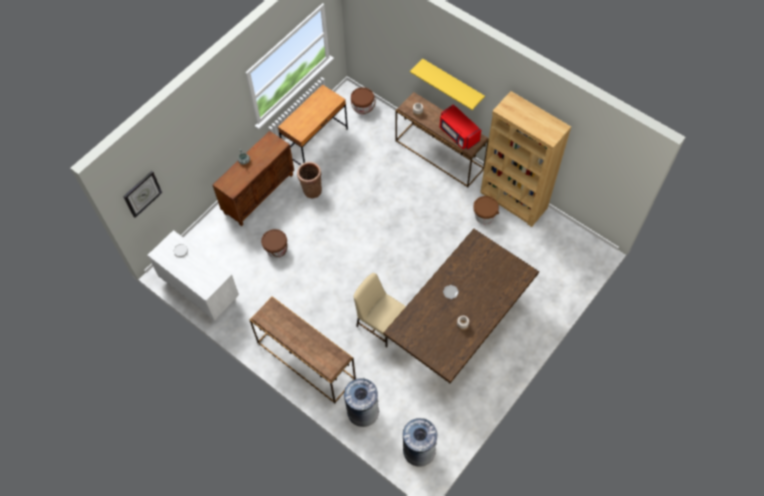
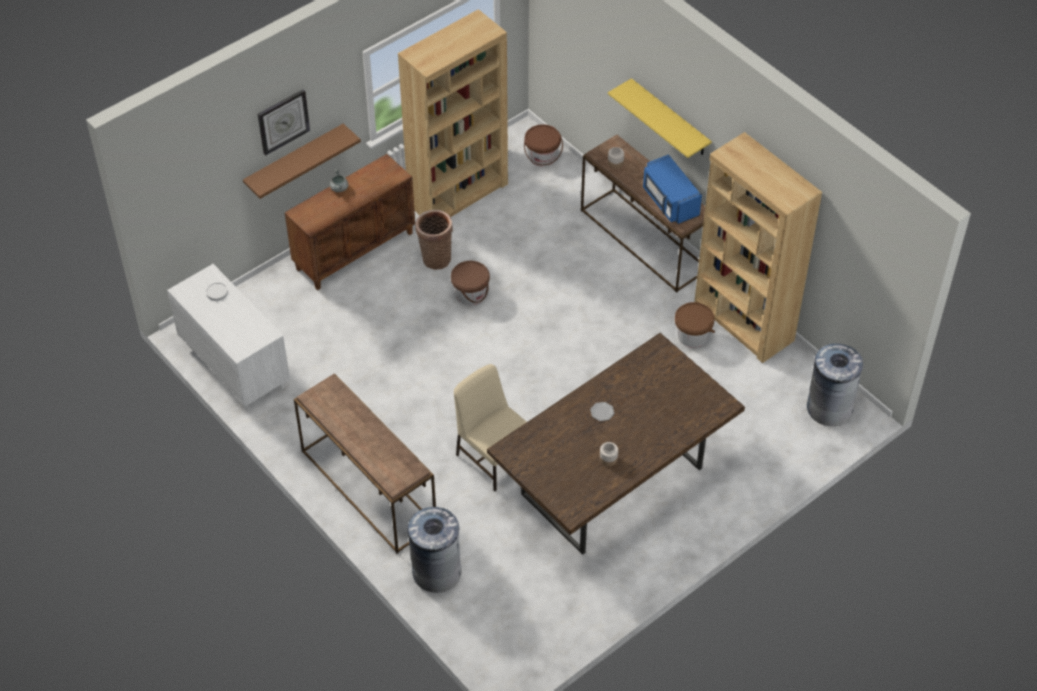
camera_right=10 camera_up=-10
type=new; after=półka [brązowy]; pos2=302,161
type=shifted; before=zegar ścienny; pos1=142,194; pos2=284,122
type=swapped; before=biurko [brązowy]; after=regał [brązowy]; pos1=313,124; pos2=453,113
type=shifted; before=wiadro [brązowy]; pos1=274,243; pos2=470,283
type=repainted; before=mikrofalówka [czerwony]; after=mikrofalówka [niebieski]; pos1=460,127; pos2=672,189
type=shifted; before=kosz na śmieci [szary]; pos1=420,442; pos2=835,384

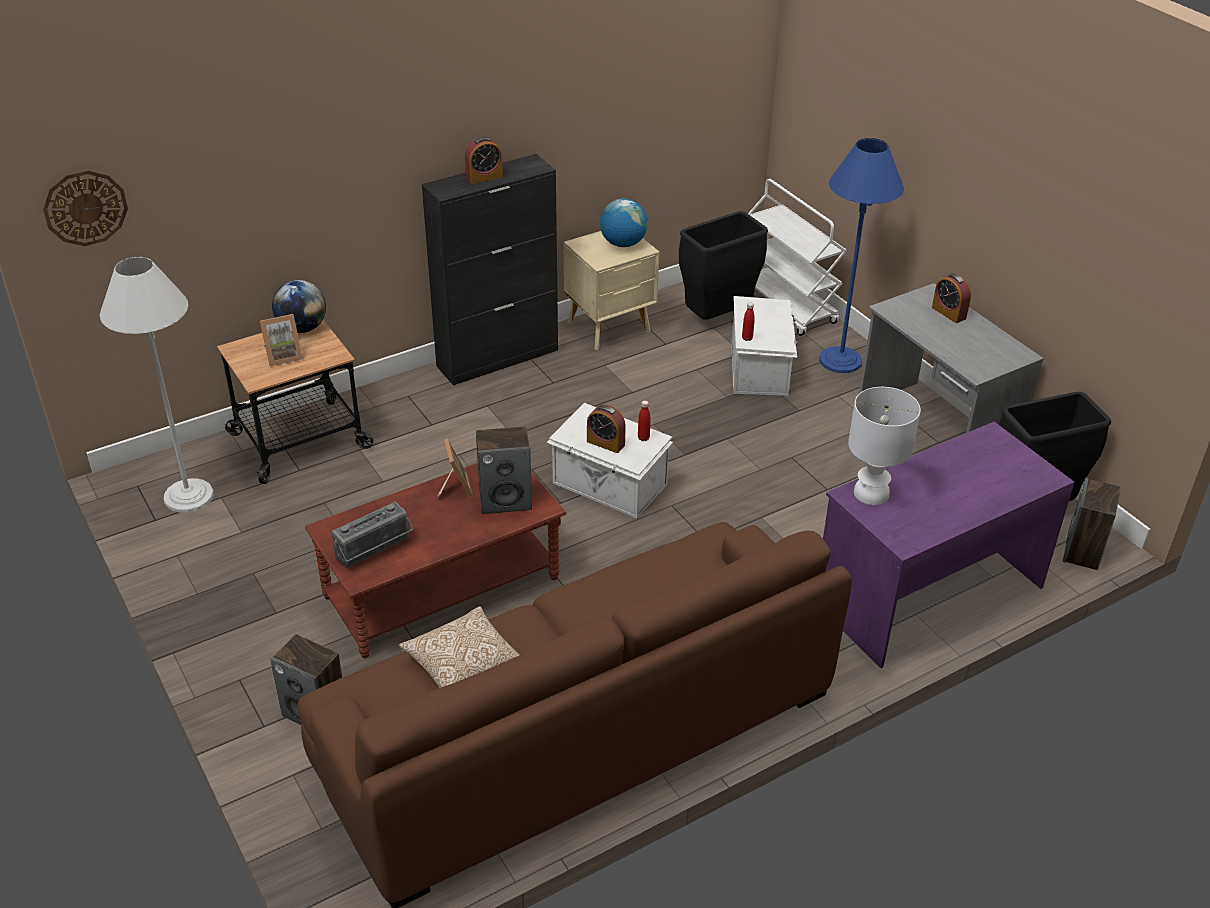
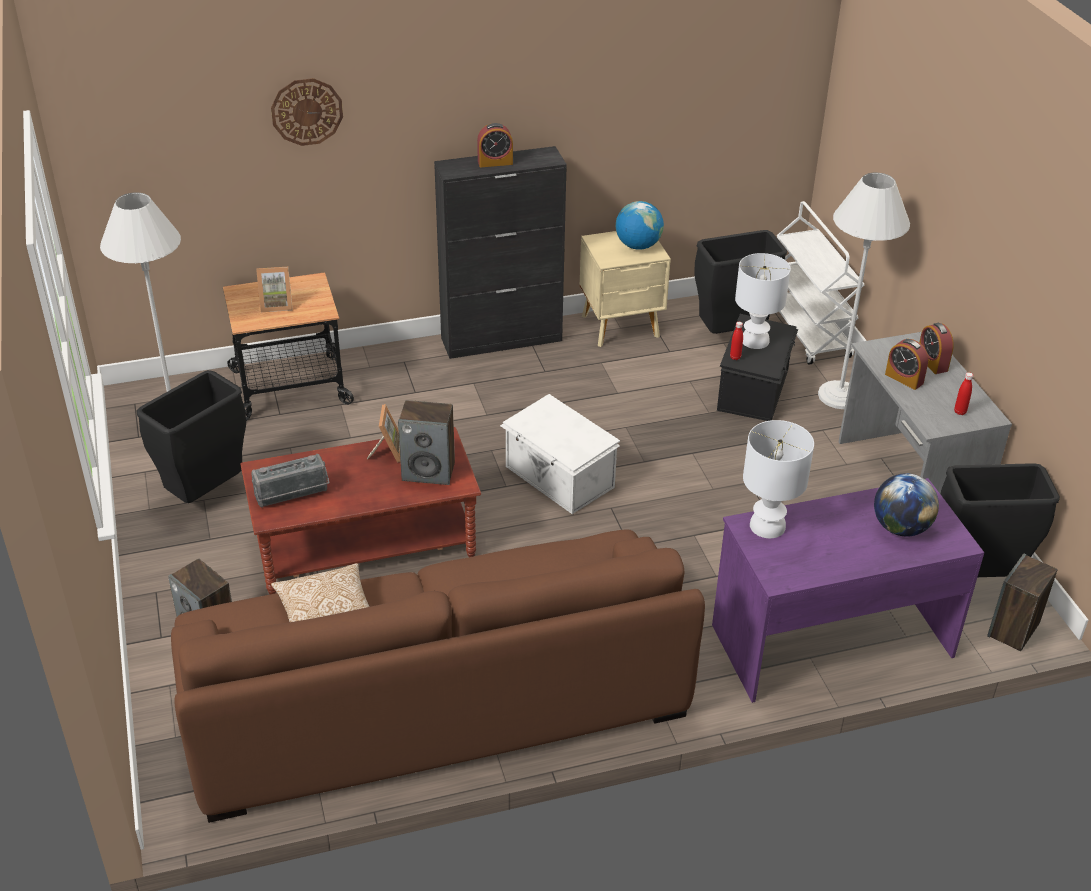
camera_right=15 camera_up=0
type=new; after=kosz na śmieci [czarny]; pos2=191,436
type=shifted; before=zegar ścienny; pos1=85,208; pos2=307,112
type=repainted; before=pojemnik do przechowywania [biały]; after=pojemnik do przechowywania [czarny]; pos1=764,346; pos2=757,367
type=new; after=lampa stołowa [biały]; pos2=763,301
type=repainted; before=lampa stojąca [niebieski]; after=lampa stojąca [biały]; pos1=861,255; pos2=864,291
type=shifted; before=globus; pos1=299,306; pos2=906,505
type=shifted; before=budzik; pos1=606,428; pos2=907,364
type=shifted; before=butelka [czerwony]; pos1=644,420; pos2=963,393

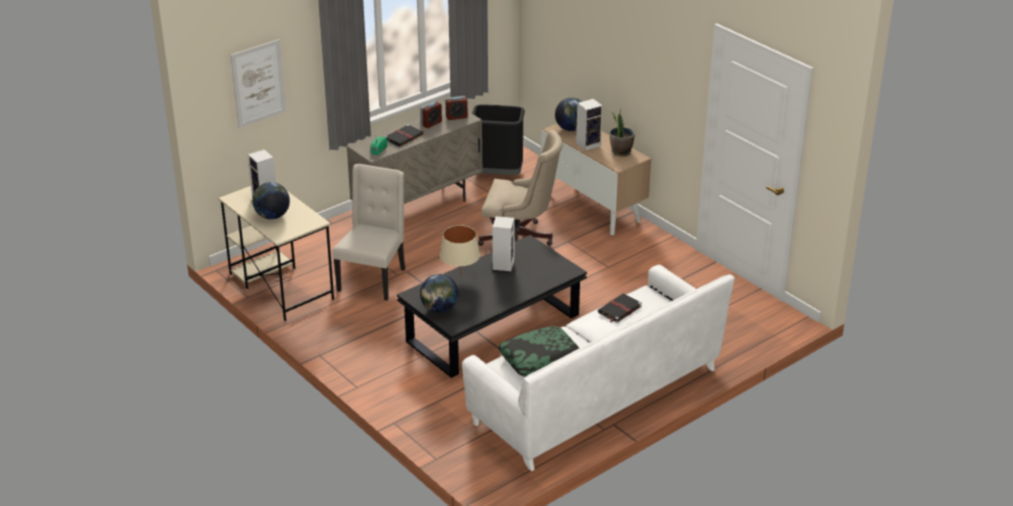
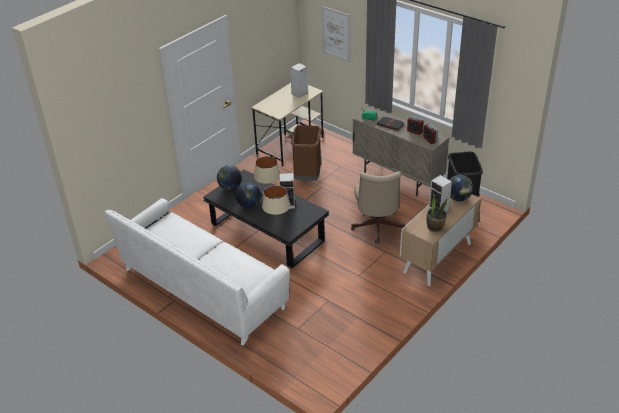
camera_right=80 camera_up=5
type=shifted; before=globus; pos1=271,200; pos2=248,195
type=new; after=lampa stołowa [beżowy]; pos2=276,200
type=swapped; before=krzesło [beżowy]; after=kosz na śmieci [brązowy]; pos1=368,232; pos2=306,152
type=gone; before=poduszka; pos1=538,351
type=gone; before=książka [czarny]; pos1=620,308

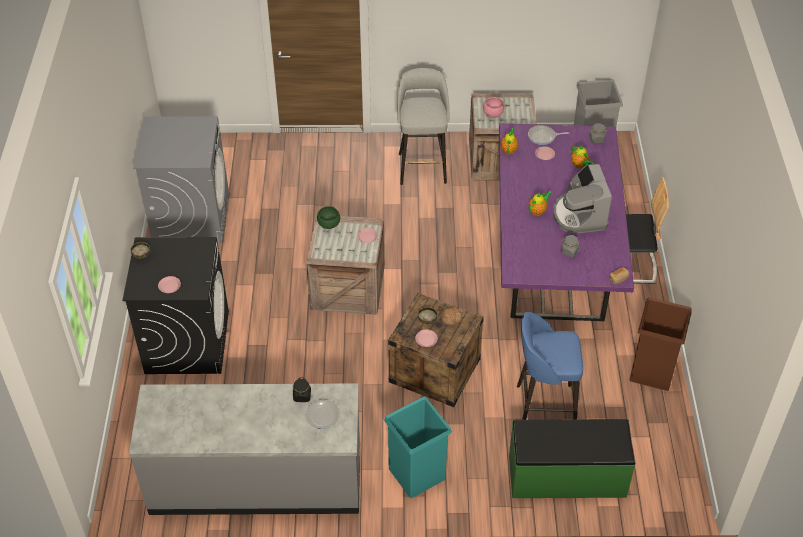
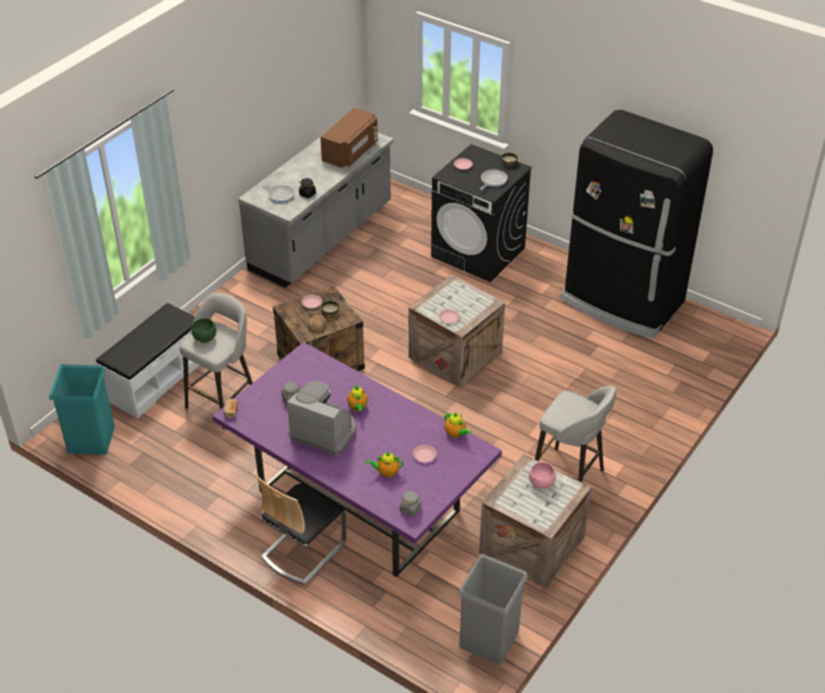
camera_right=125 camera_up=-5
type=shifted; before=kosz na śmieci [turkusowy]; pos1=418,447; pos2=82,409
type=repainted; before=ławka [zielony]; after=ławka [biały]; pos1=572,458; pos2=148,360
type=repainted; before=stołek [niebieski]; after=stołek [szary]; pos1=550,366; pos2=216,361
type=shifted; before=miska [zielony]; pos1=328,217; pos2=204,330
type=new; after=mikrofalówka [brązowy]; pos2=349,137
type=shifted; before=patelnia; pos1=548,135; pos2=494,179
type=swapped; before=pralka [szary]; after=lodówka [czarny]; pos1=181,179; pos2=637,224
type=gone; before=kosz na śmieci [brązowy]; pos1=661,344

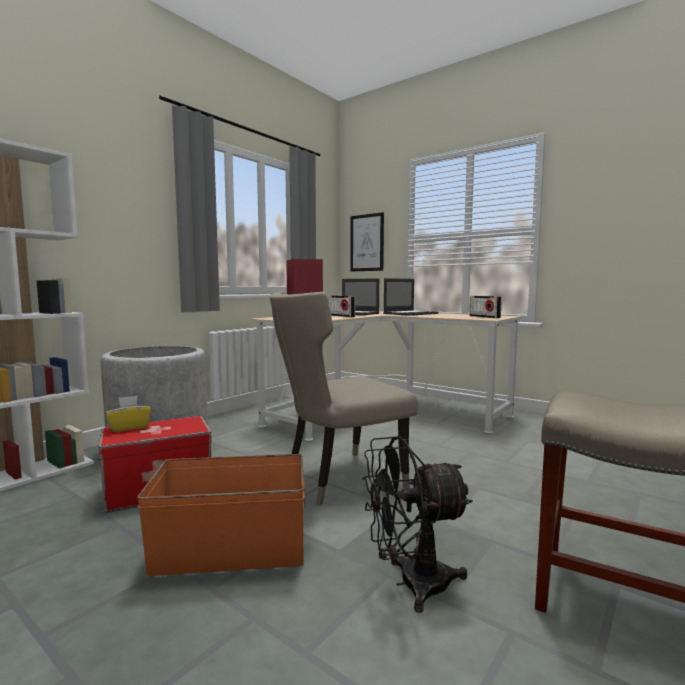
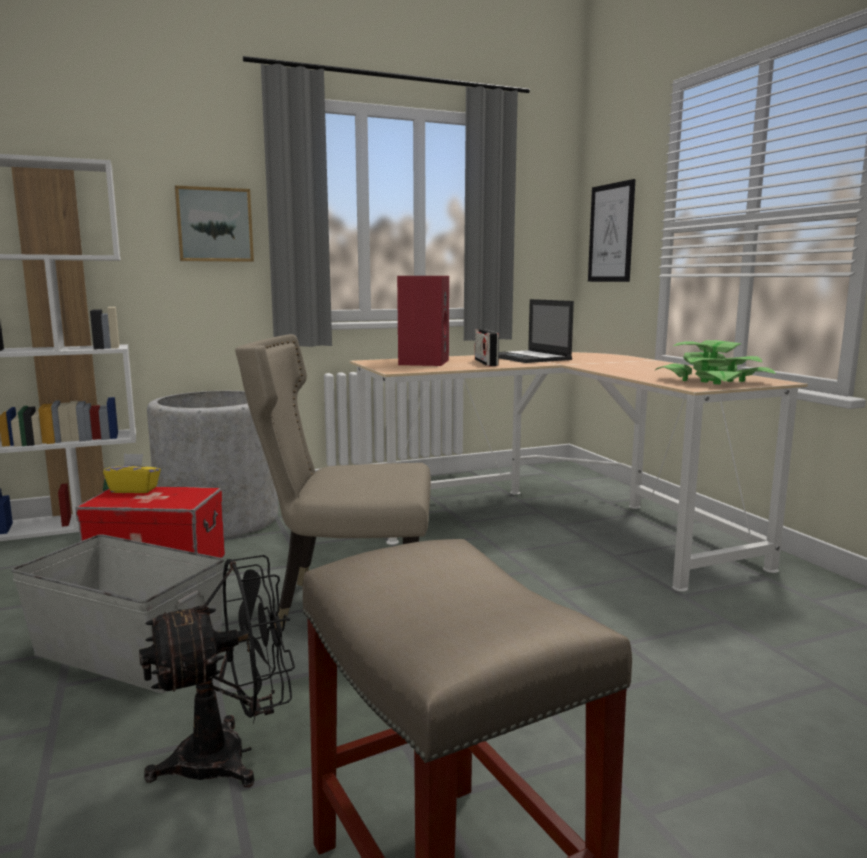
camera_right=30 camera_up=5
type=repainted; before=pojemnik do przechowywania [pomarańczowy]; after=pojemnik do przechowywania [szary]; pos1=221,515; pos2=117,613
type=rotated; before=wentylator [czarny]; pos1=417,524; pos2=217,671; turn=135
type=new; after=obraz; pos2=214,224
type=swapped; before=radio; after=roślina doniczkowa; pos1=486,307; pos2=715,362
type=gone; before=laptop; pos1=410,297

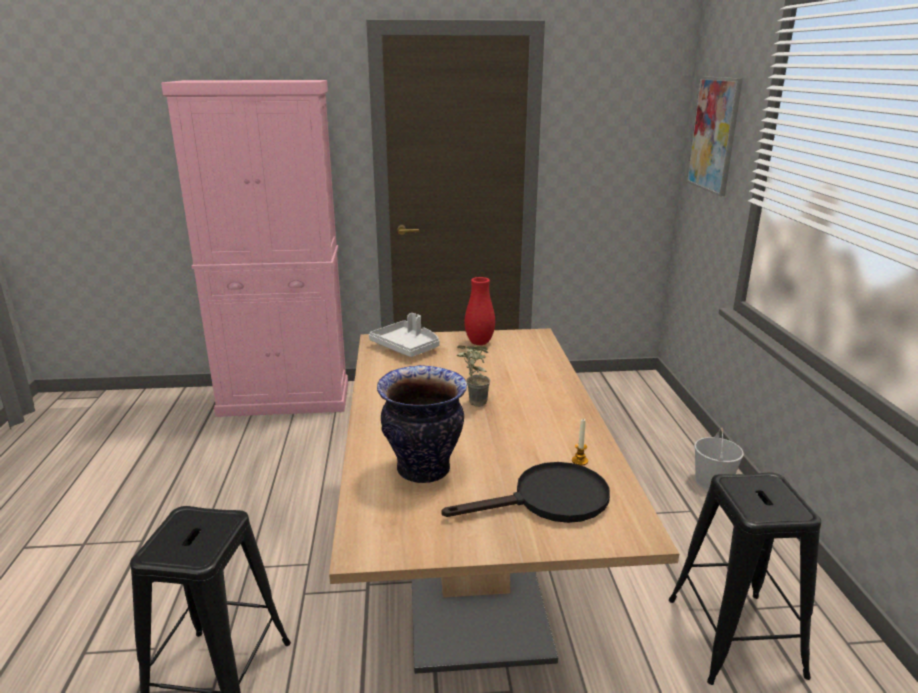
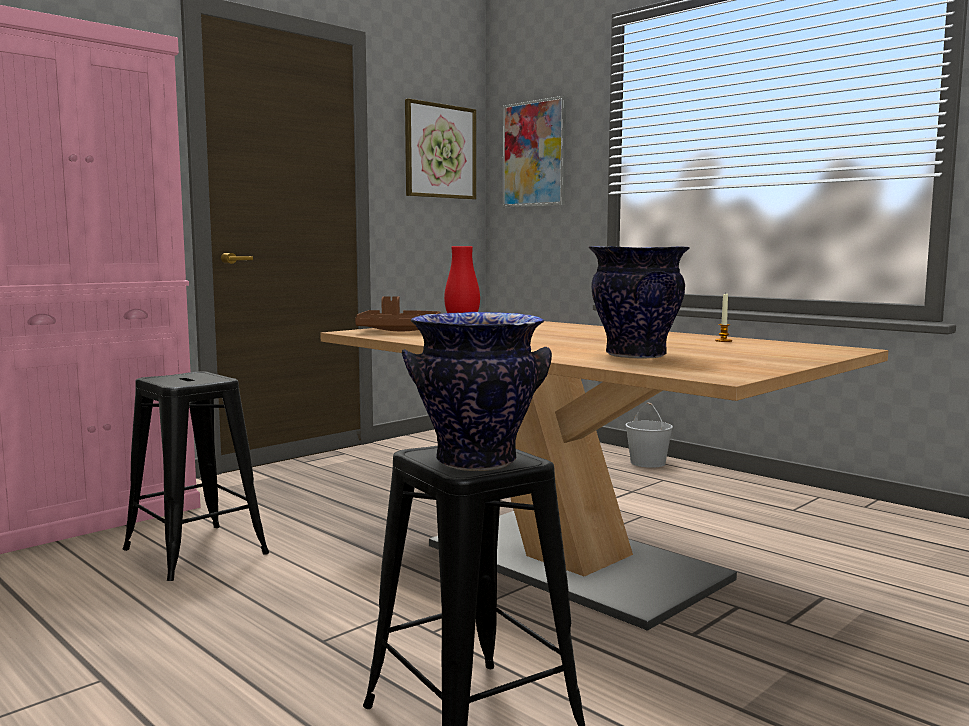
camera_right=-40 camera_up=-15
type=shifted; before=stołek [czarny]; pos1=745,578; pos2=196,476
type=repainted; before=taca [szary]; after=taca [brązowy]; pos1=404,335; pos2=398,313
type=new; after=wazon; pos2=477,391
type=new; after=obraz; pos2=440,149
type=gone; before=patelnia [czarny]; pos1=525,492
type=gone; before=roślina doniczkowa; pos1=473,376

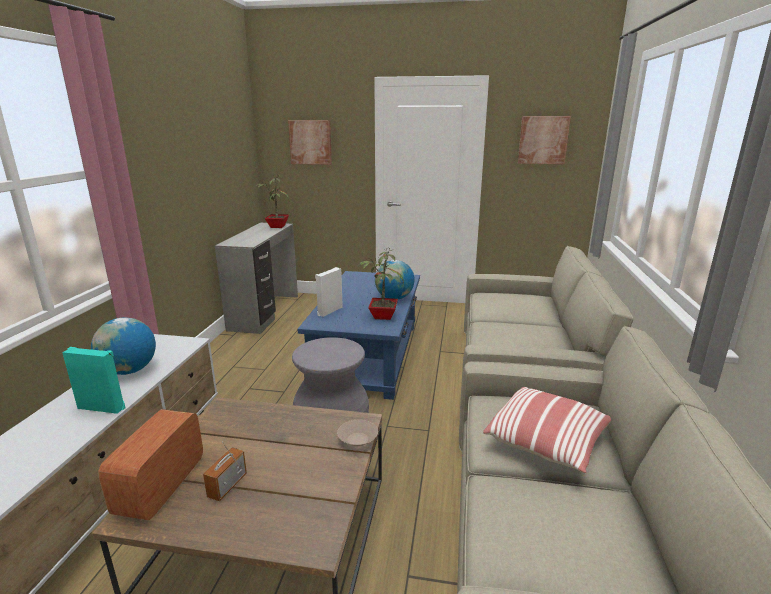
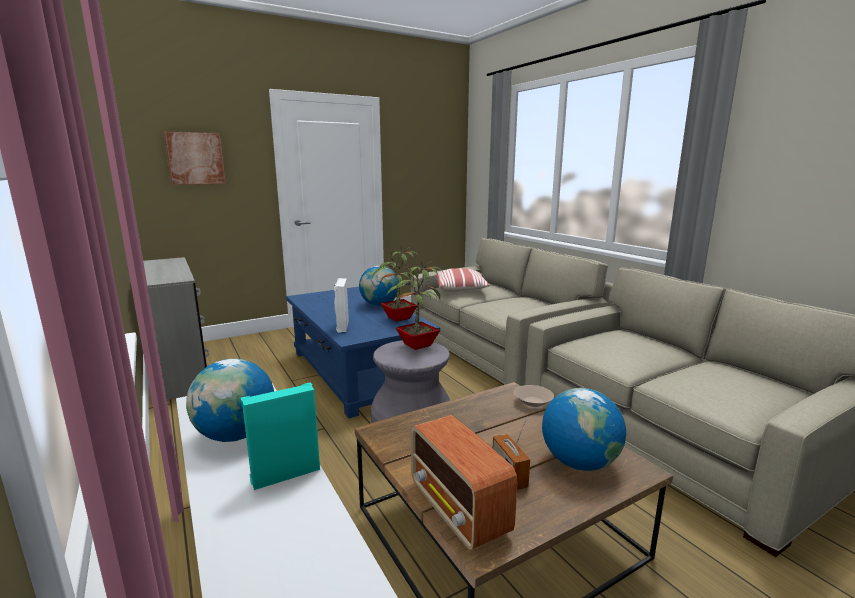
camera_right=-40 camera_up=-5
type=shifted; before=roślina doniczkowa; pos1=273,201; pos2=414,305
type=shifted; before=poduszka; pos1=547,430; pos2=462,280
type=new; after=globus; pos2=584,429
type=gone; before=obraz; pos1=544,140

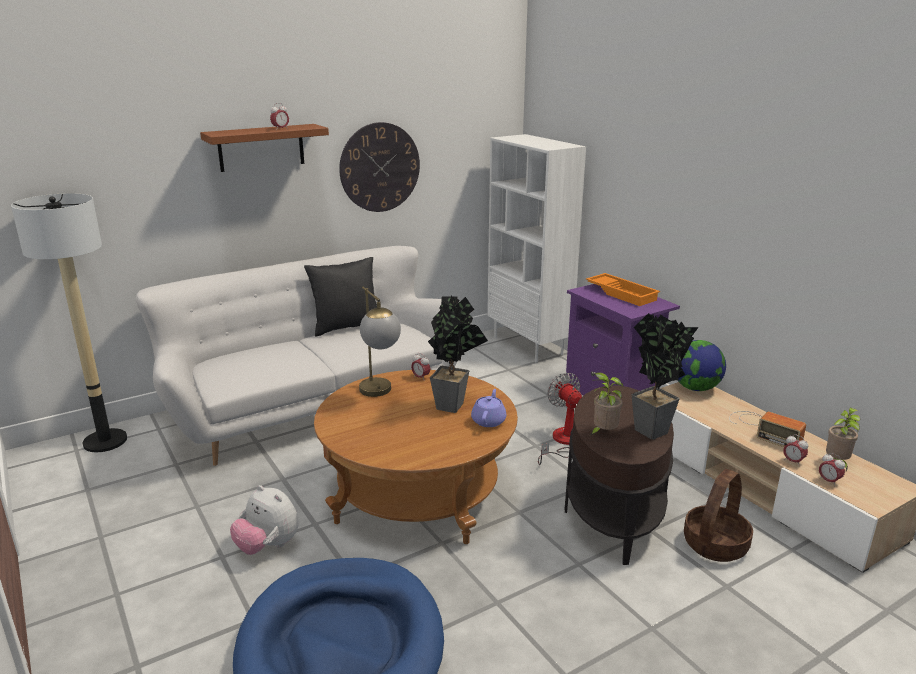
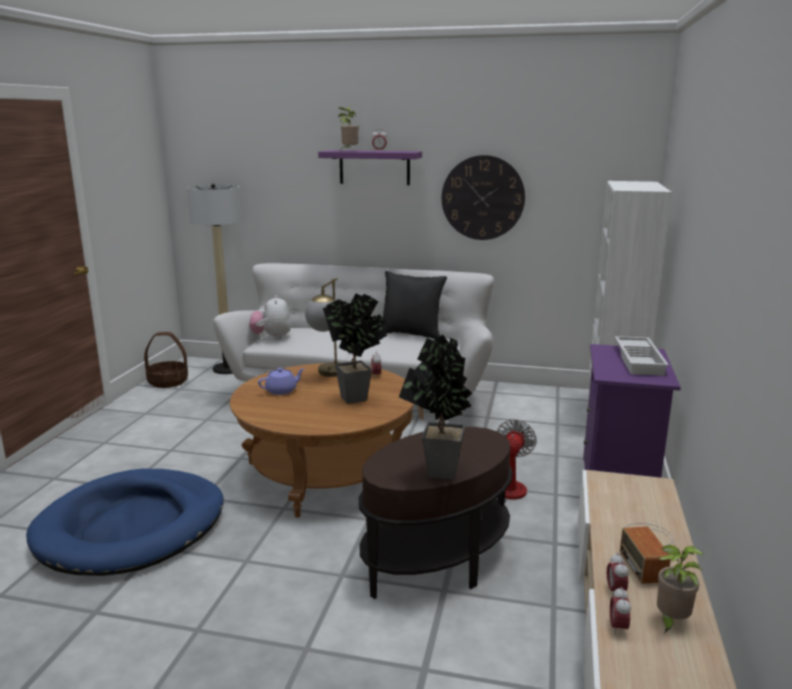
camera_right=45 camera_up=-5
type=shifted; before=koszyk; pos1=718,515; pos2=166,360
type=shifted; before=pluszak; pos1=264,520; pos2=270,317
type=shifted; before=imbryk [fioletowy]; pos1=488,408; pos2=281,381
type=repainted; before=półka [brązowy]; after=półka [fioletowy]; pos1=264,148; pos2=370,167
type=shifted; before=roślina doniczkowa; pos1=606,404; pos2=348,128
type=repainted; before=taca [pomarańczowy]; after=taca [biały]; pos1=623,289; pos2=642,356
type=gone; before=globus; pos1=701,365

